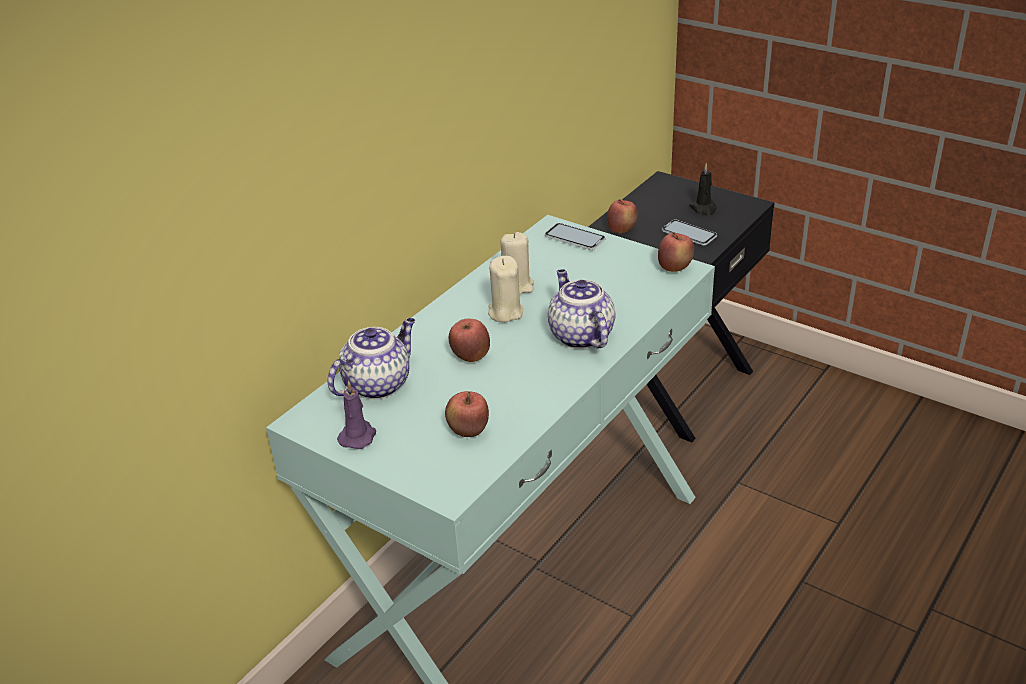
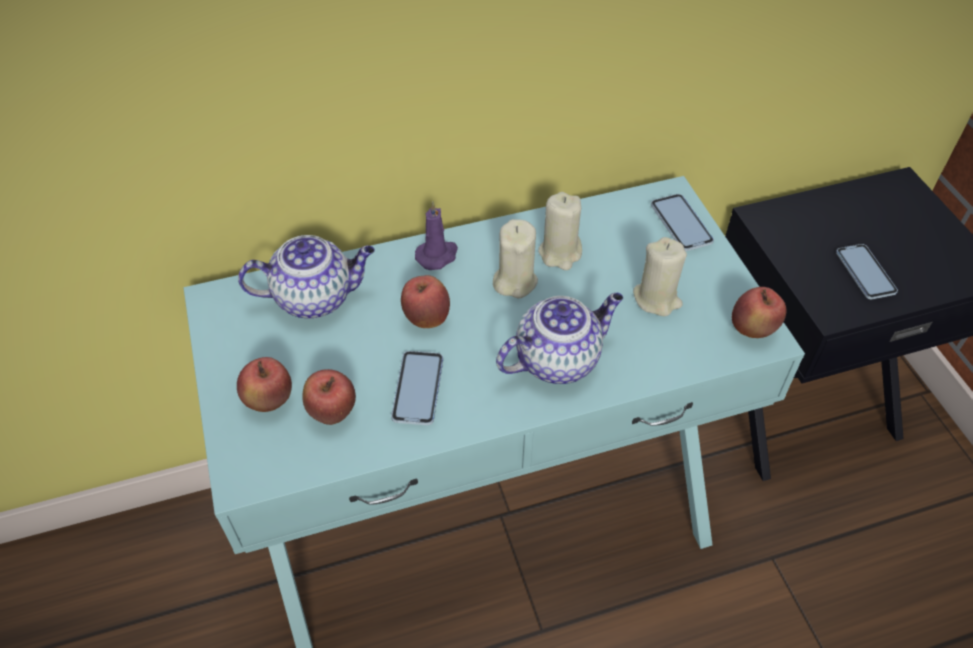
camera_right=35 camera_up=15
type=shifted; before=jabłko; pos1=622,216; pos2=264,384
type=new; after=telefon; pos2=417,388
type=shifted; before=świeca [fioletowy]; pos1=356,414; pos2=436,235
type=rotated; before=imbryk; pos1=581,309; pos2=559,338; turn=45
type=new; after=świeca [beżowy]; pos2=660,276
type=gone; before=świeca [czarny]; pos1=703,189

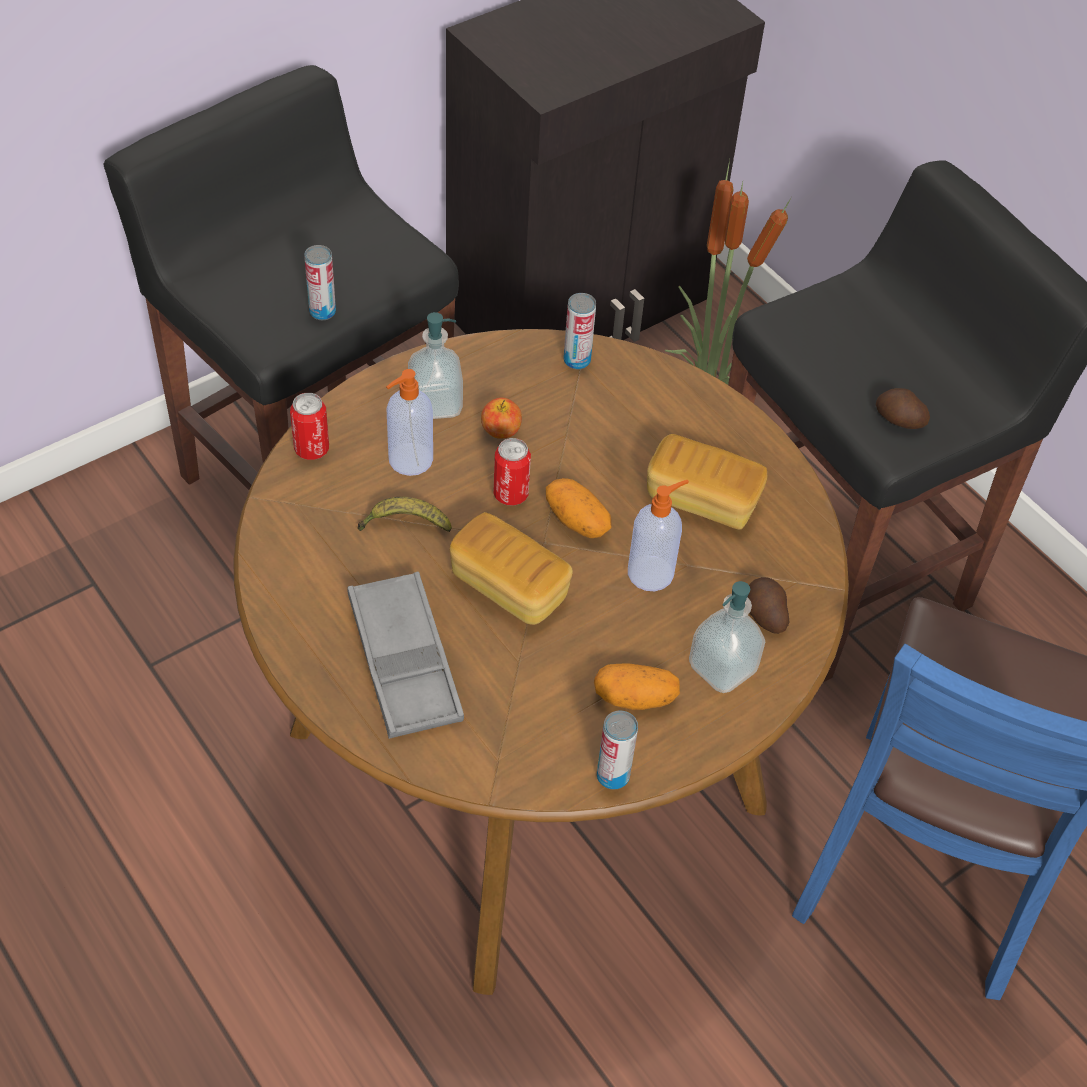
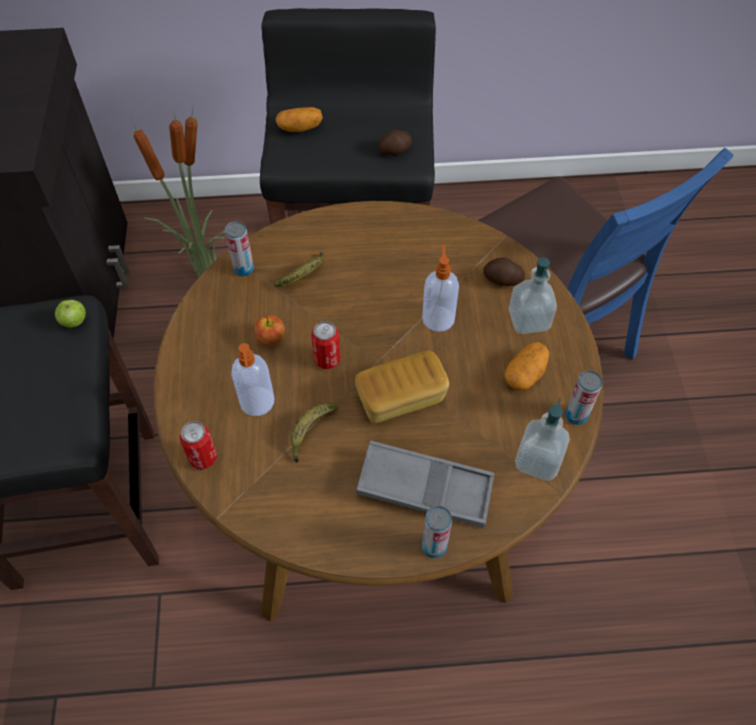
camera_right=-55 camera_up=5
type=new; after=jabłko; pos2=70,313
type=new; after=banan; pos2=298,269
type=shifted; before=ziemniak; pos1=579,508; pos2=299,119
type=shifted; before=puszka; pos1=320,282; pos2=437,532
type=shifted; before=dozownik mydła; pos1=435,365; pos2=542,440
type=gone; before=chleb; pos1=707,482

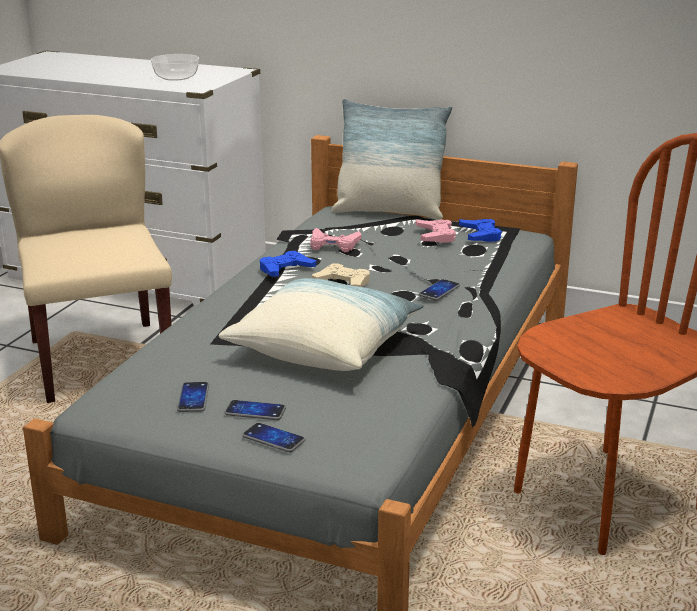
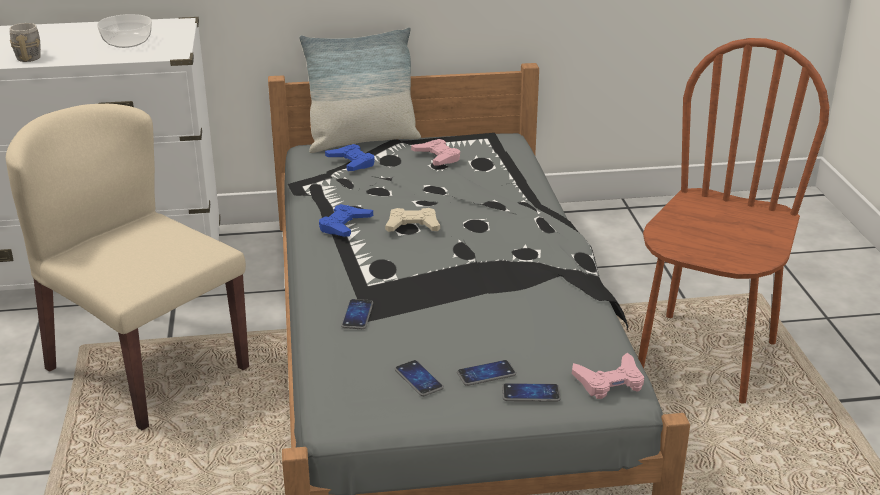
camera_right=-30 camera_up=5
type=new; after=kubek [szary]; pos2=25,42
type=shifted; before=pad do gier [niebieski]; pos1=480,230; pos2=350,157
type=shifted; before=telefon; pos1=439,289; pos2=357,314
type=shifted; before=pad do gier [różowy]; pos1=335,240; pos2=608,376
type=gone; before=poduszka; pos1=321,324

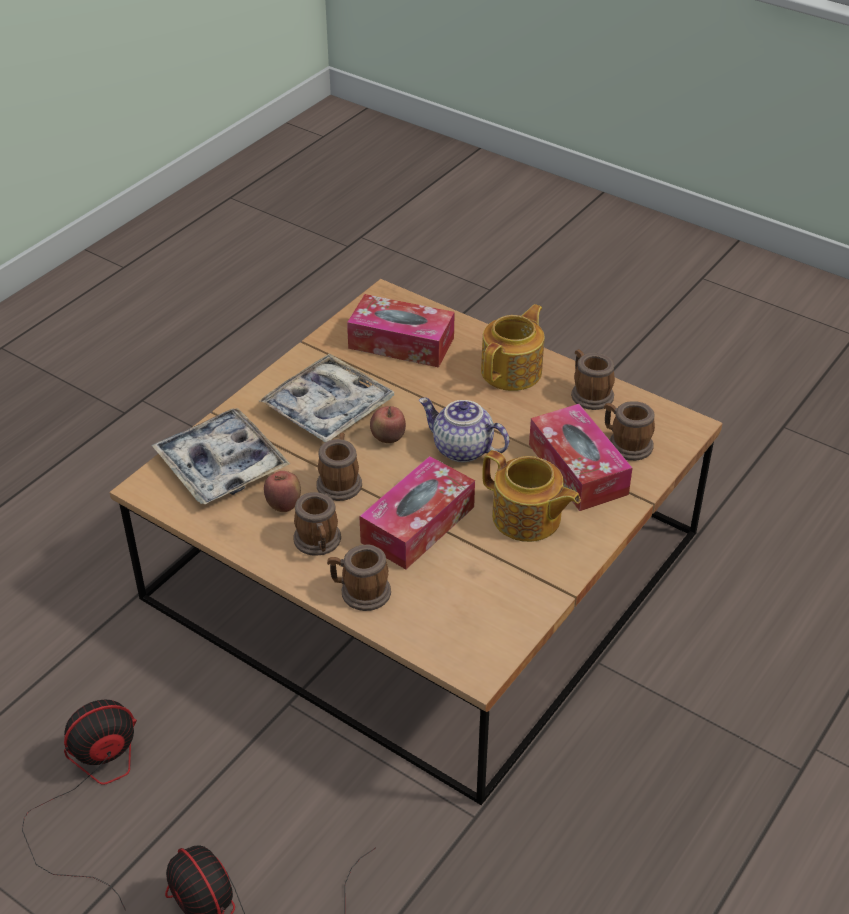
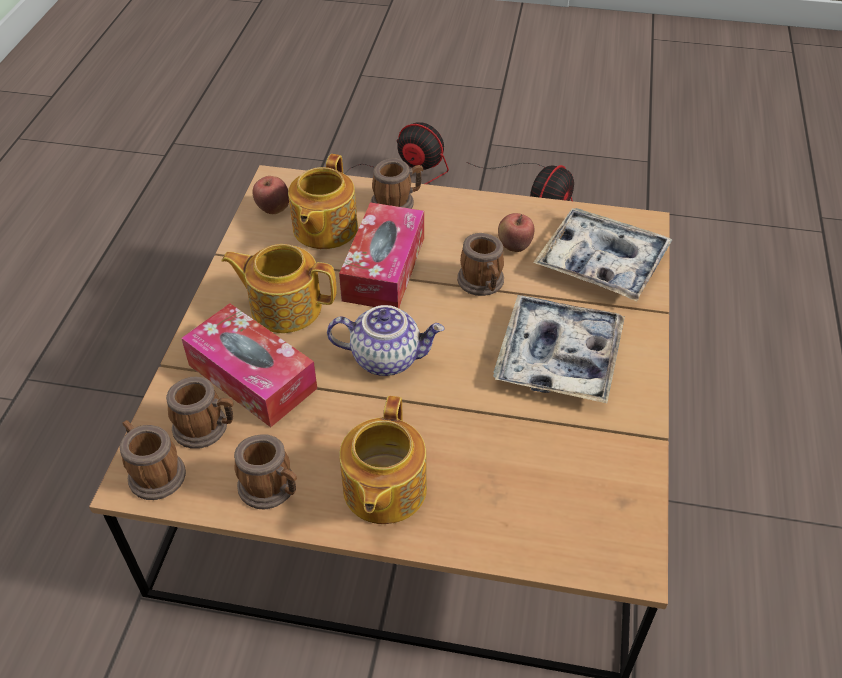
camera_right=155 camera_up=5
type=shifted; before=kubek; pos1=317,524; pos2=153,460
type=shifted; before=jabłko; pos1=388,424; pos2=271,195
type=new; after=imbryk; pos2=323,201
type=gone; before=pudełko chusteczek; pos1=401,331

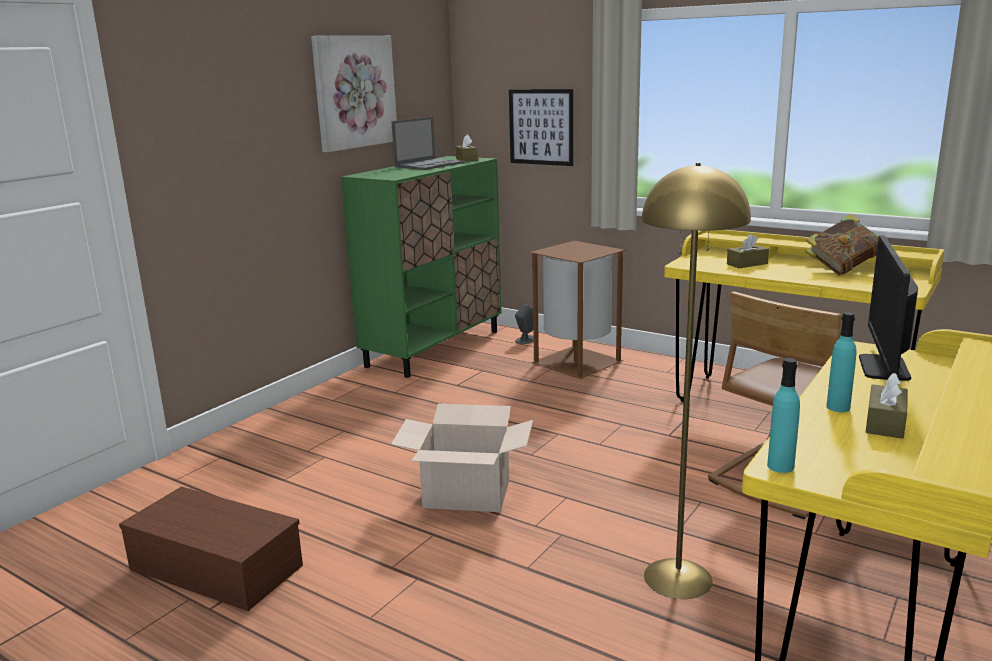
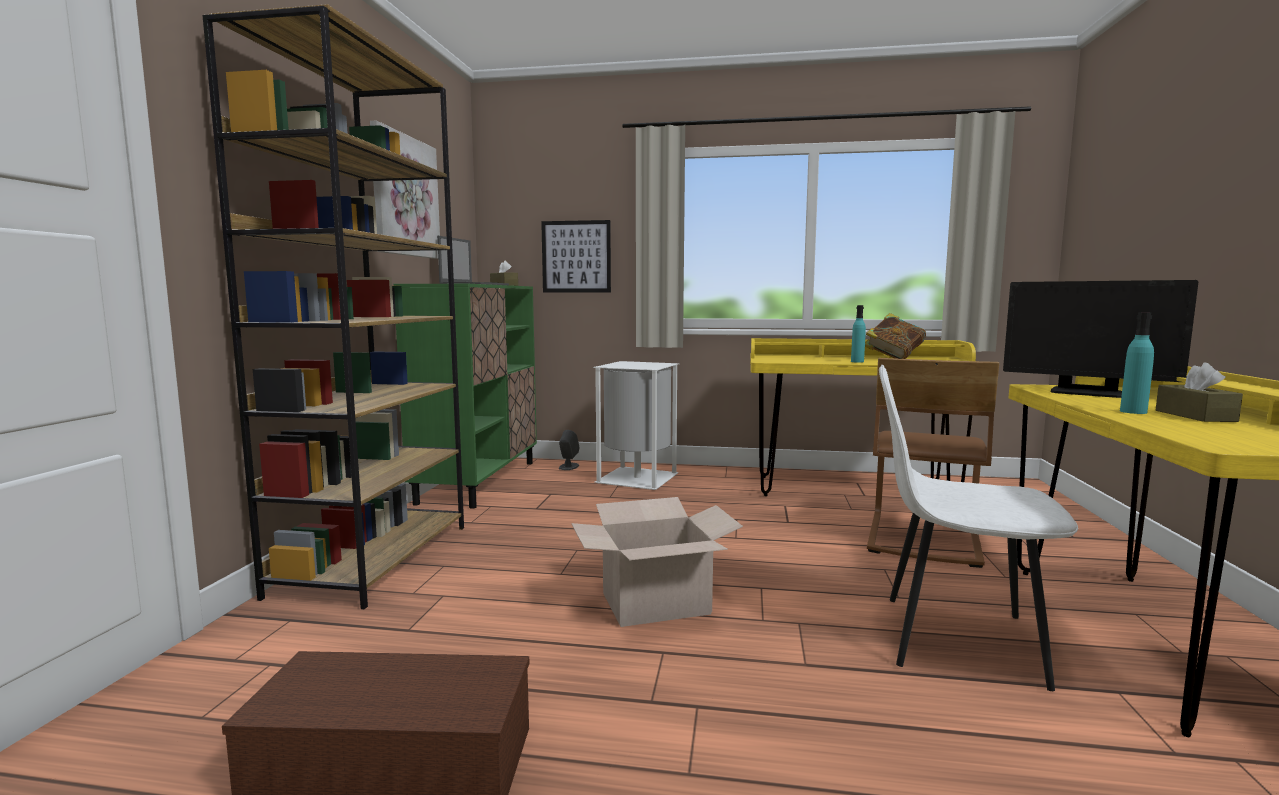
camera_right=-25 camera_up=-10
type=new; after=regał [brązowy]; pos2=333,306
type=repainted; before=kosz na śmieci [brązowy]; after=kosz na śmieci [biały]; pos1=578,310; pos2=636,425
type=shifted; before=butelka [turkusowy]; pos1=783,415; pos2=858,334
type=swapped; before=lampa stojąca [żółty]; after=krzesło [biały]; pos1=696,380; pos2=978,528
type=rotated; before=monitor; pos1=888,308; pos2=1100,339; turn=-45
type=gone; before=pudełko chusteczek [brązowy]; pos1=748,251

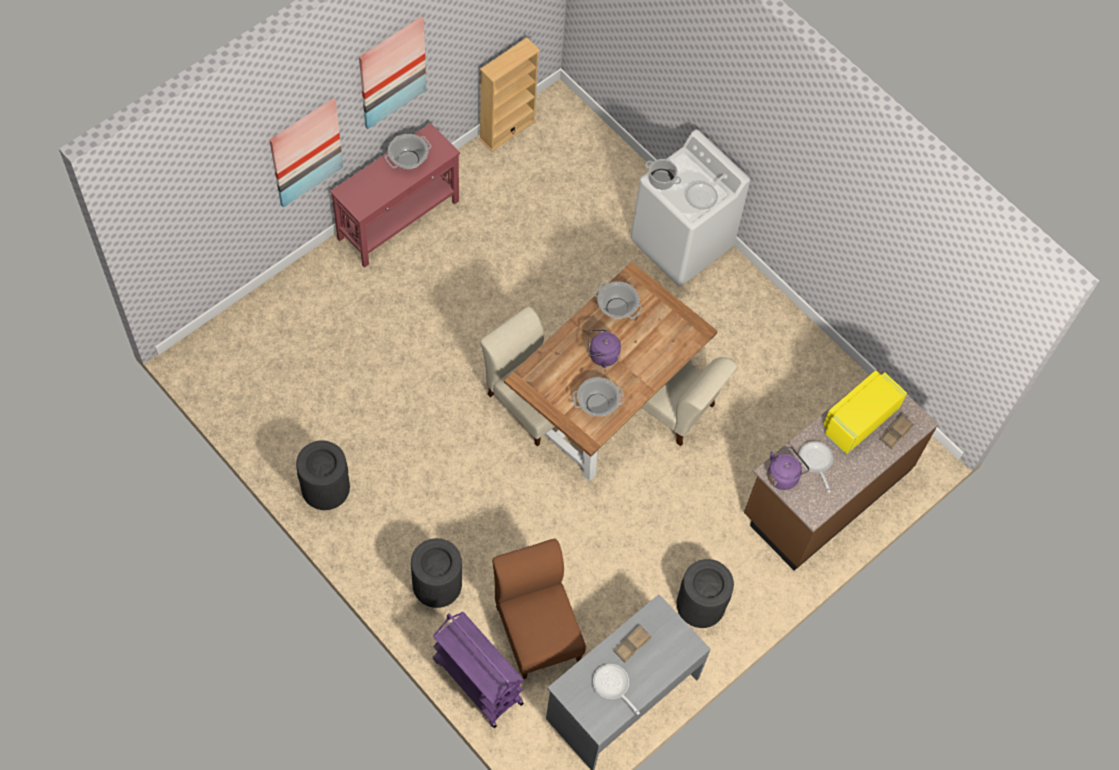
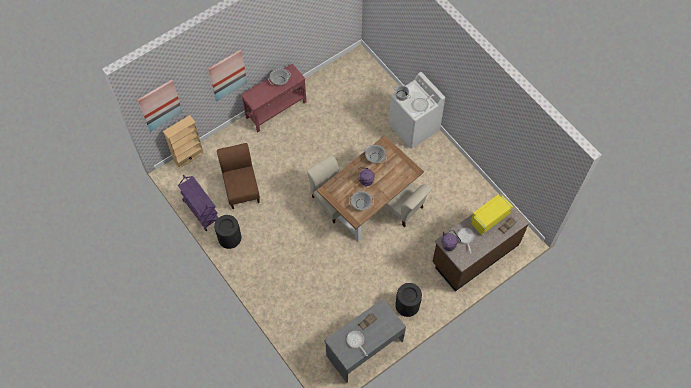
camera_right=10 camera_up=0
type=shifted; before=obraz; pos1=392,72; pos2=160,106
type=shifted; before=regał [beżowy]; pos1=509,94; pos2=183,141
type=shifted; before=wózek [fioletowy]; pos1=478,670; pos2=198,202
type=shifted; before=krzesło [brązowy]; pos1=539,609; pos2=238,176
type=gone; before=kosz na śmieci [czarny]; pos1=436,573

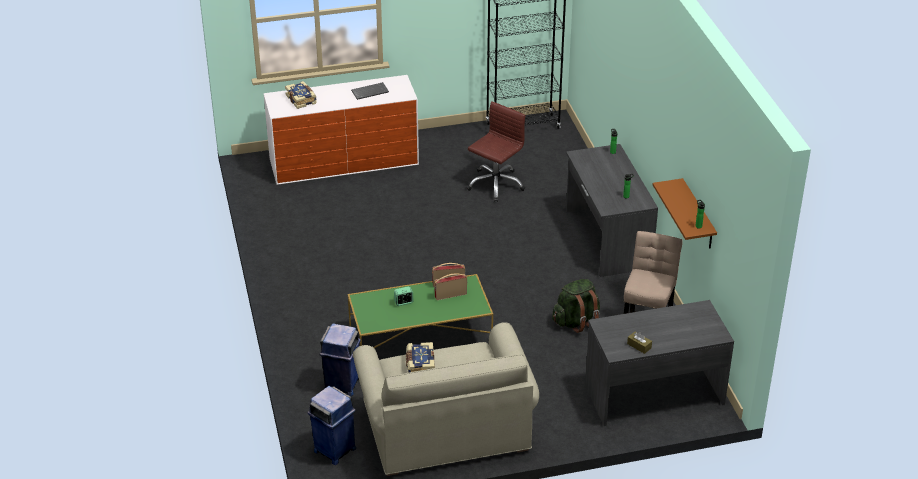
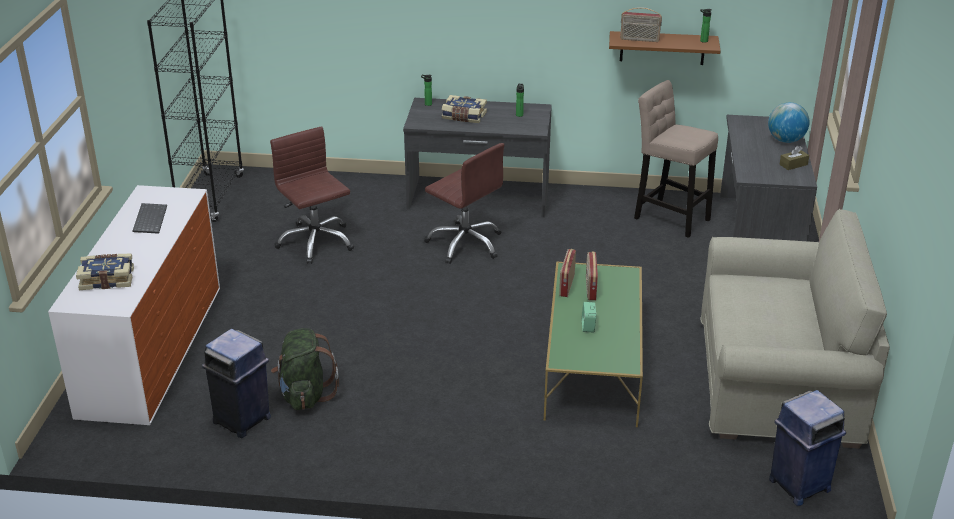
camera_right=-70 camera_up=-5
type=shifted; before=kosz na śmieci [niebieski]; pos1=340,359; pos2=236,383
type=shifted; before=plecak [zielony]; pos1=576,306; pos2=305,369
type=new; after=krzesło biurowe [brązowy]; pos2=464,203
type=shifted; before=książka; pos1=420,357; pos2=464,109
type=new; after=radio; pos2=641,24
type=new; after=globus; pos2=789,122

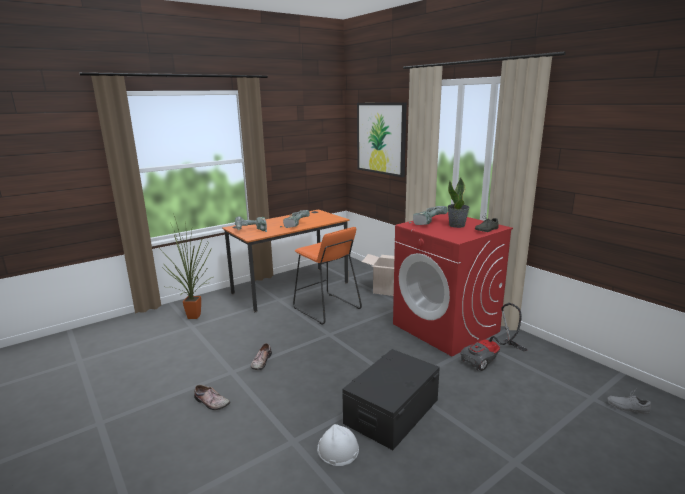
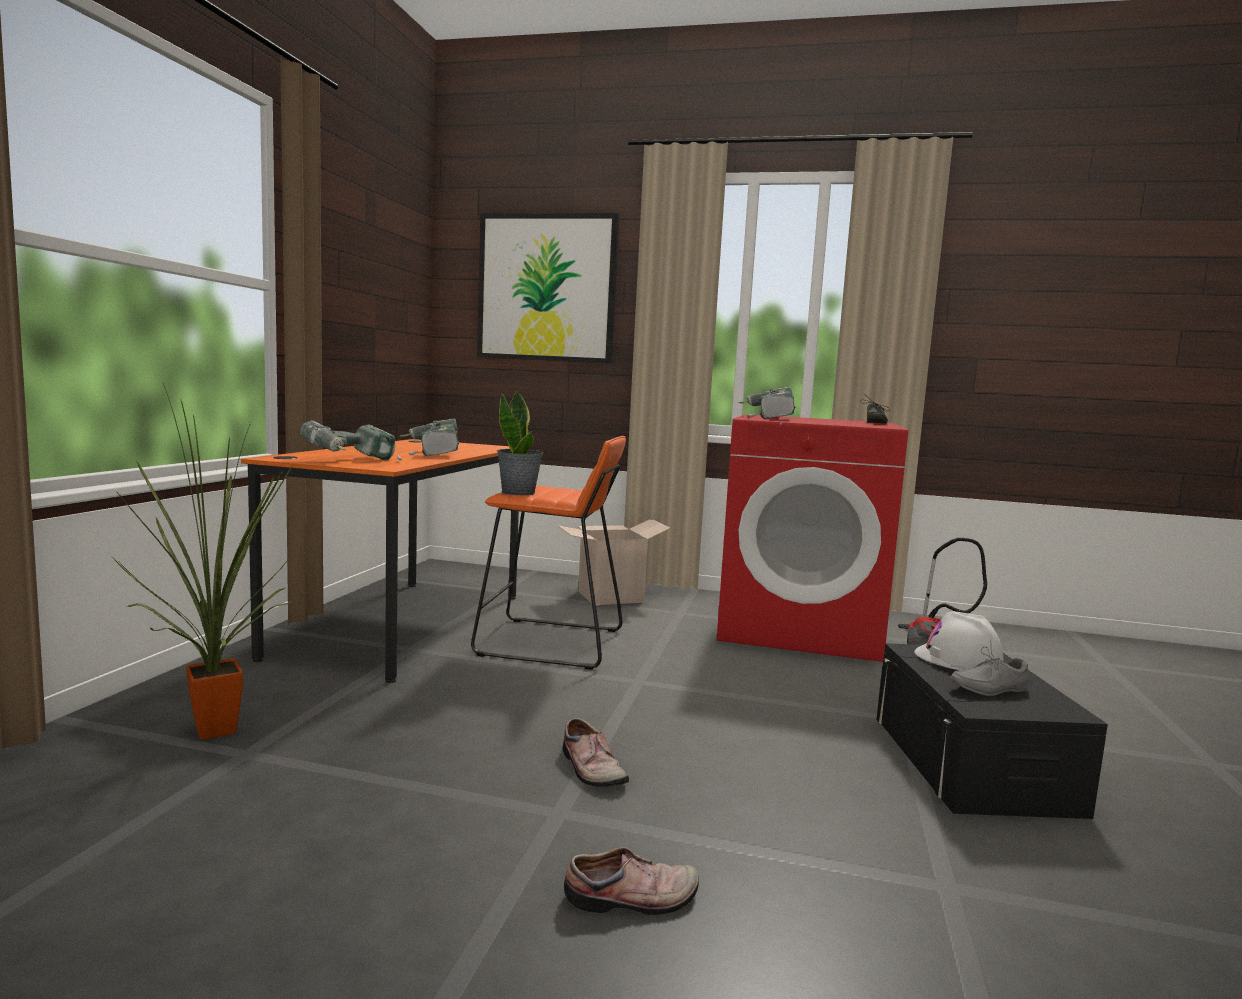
camera_right=-40 camera_up=-10
type=shifted; before=roślina doniczkowa; pos1=458,202; pos2=520,442
type=shifted; before=kask [biały]; pos1=338,445; pos2=959,641
type=shifted; before=but [szary]; pos1=629,401; pos2=989,668

